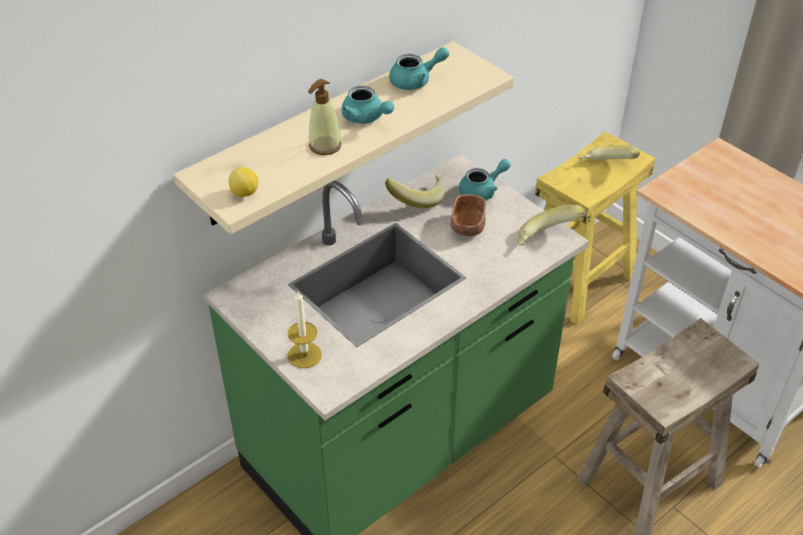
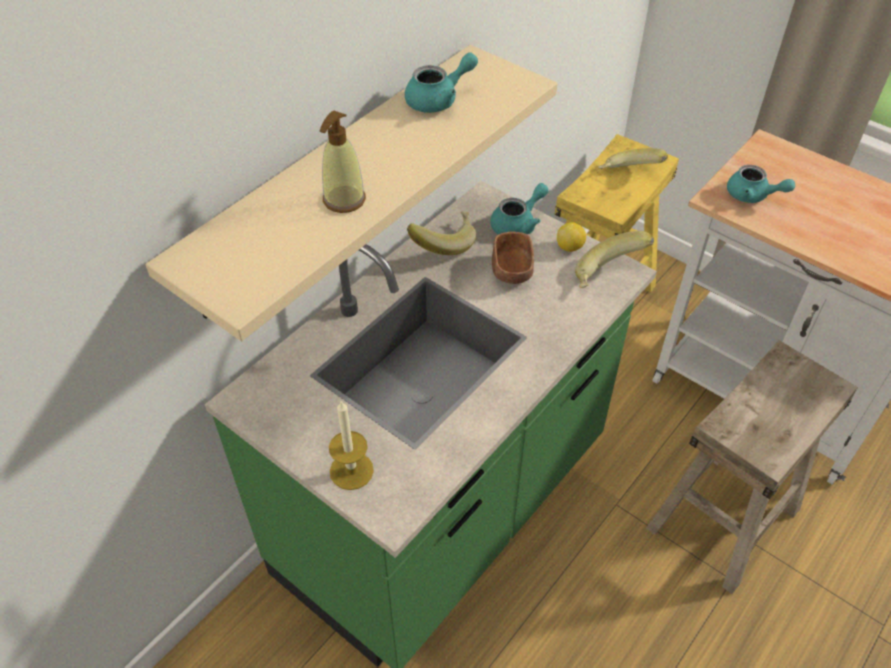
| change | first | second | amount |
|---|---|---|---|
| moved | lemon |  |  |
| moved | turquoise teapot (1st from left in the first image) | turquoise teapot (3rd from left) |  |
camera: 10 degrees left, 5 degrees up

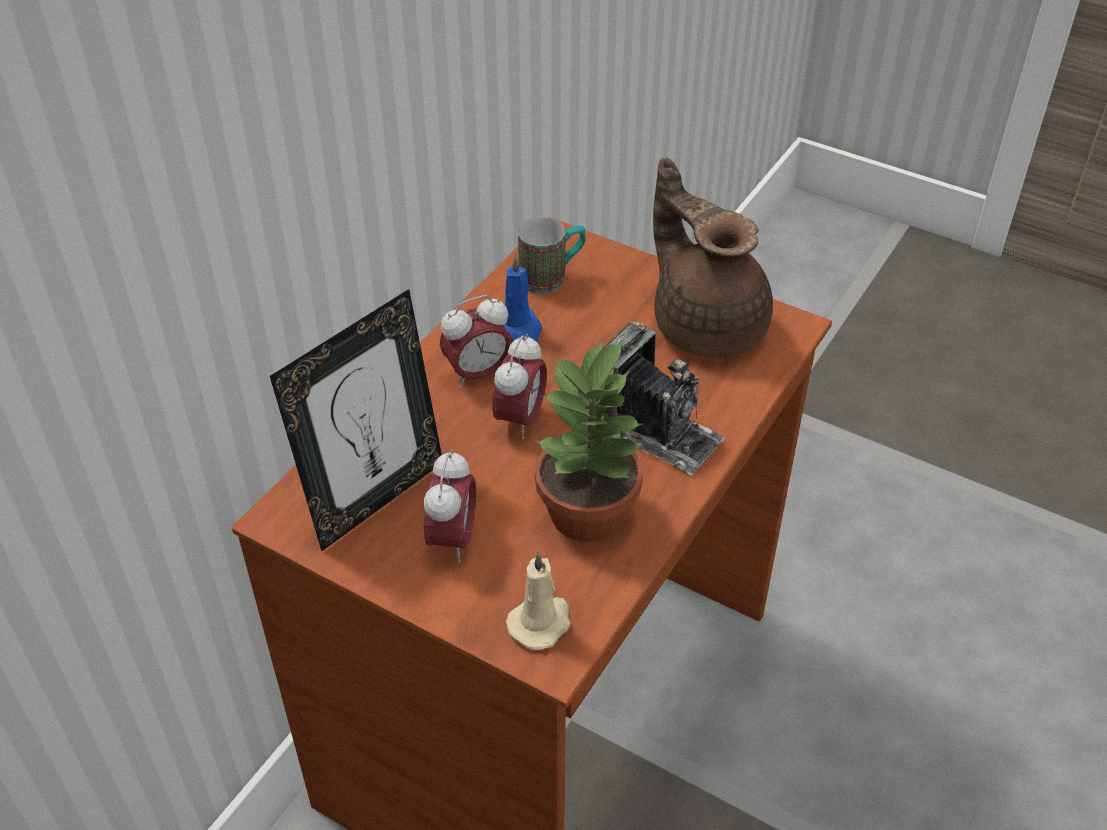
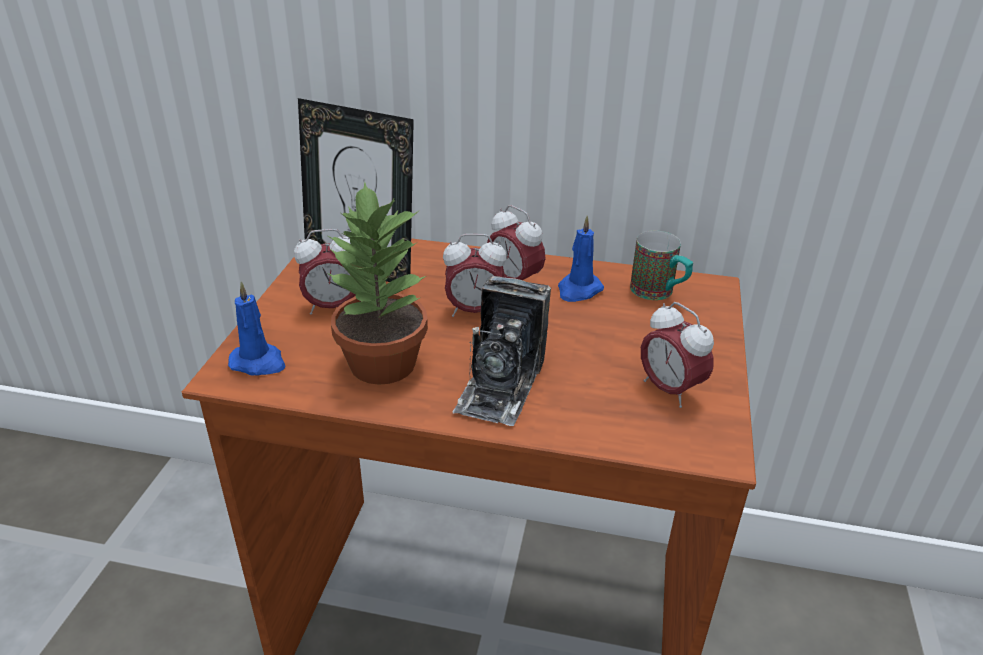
| change | first | second | amount |
|---|---|---|---|
| replaced | brown teapot | alarm clock (4th from left) |  |
| recoloured | beige candle | blue candle (1st from left) |  |
camera: 70 degrees right, 10 degrees down

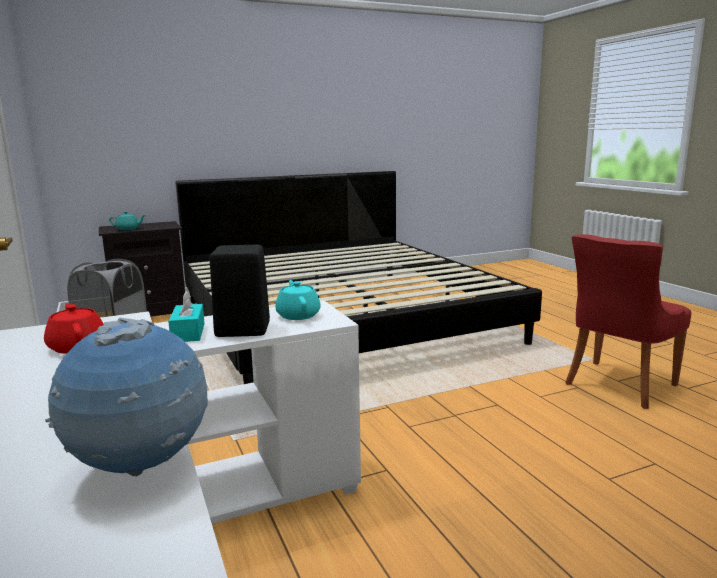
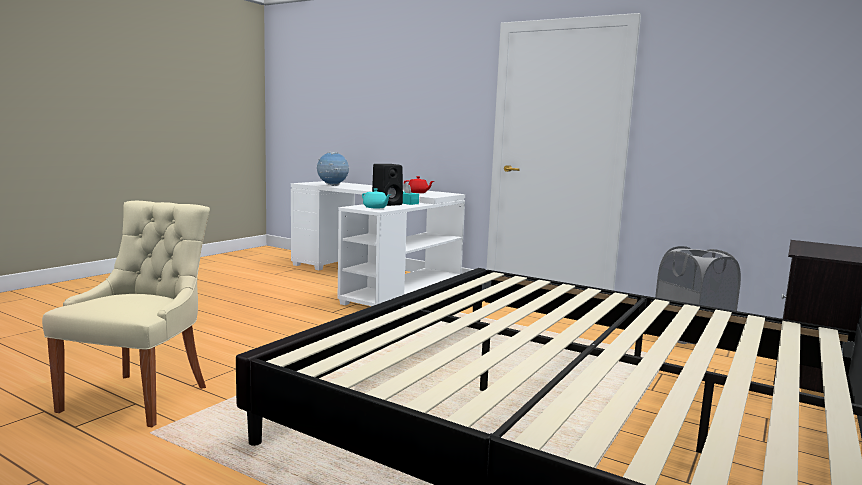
| change | first | second | amount |
|---|---|---|---|
| removed | turquoise teapot (1st from left) |  |  |
| recoloured | red chair | beige chair |  |
camera: 145 degrees right, 5 degrees down

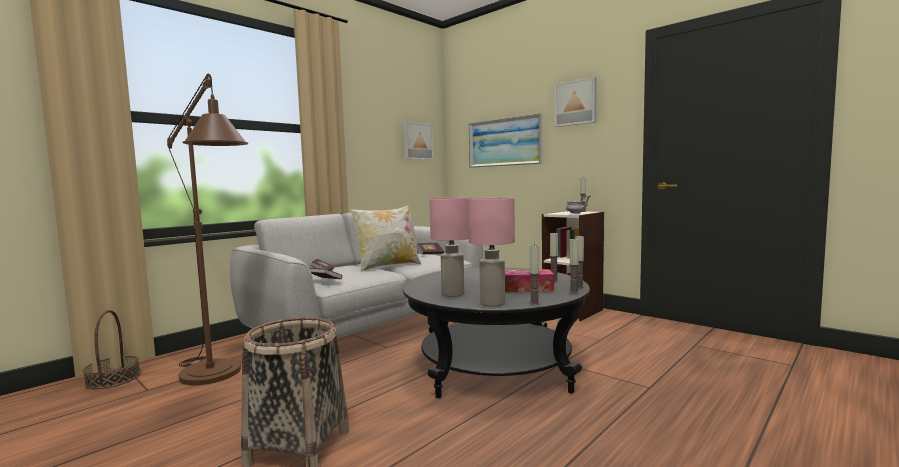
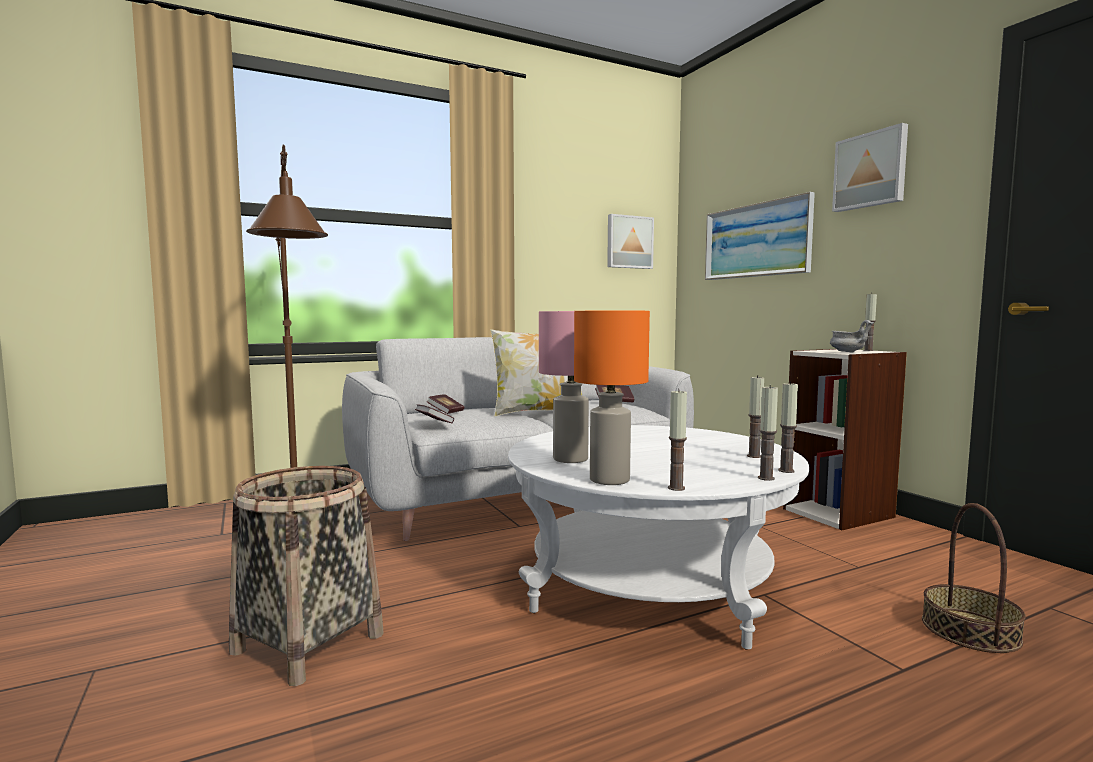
| change | first | second | amount |
|---|---|---|---|
| removed | tissue box |  |  |
| moved | basket (1st from left in the first image) | basket (2nd from left) |  |
| recoloured | black coffee table | white coffee table |  |
| recoloured | pink table lamp (2nd from left) | orange table lamp |  |
camera: 20 degrees right, 0 degrees up

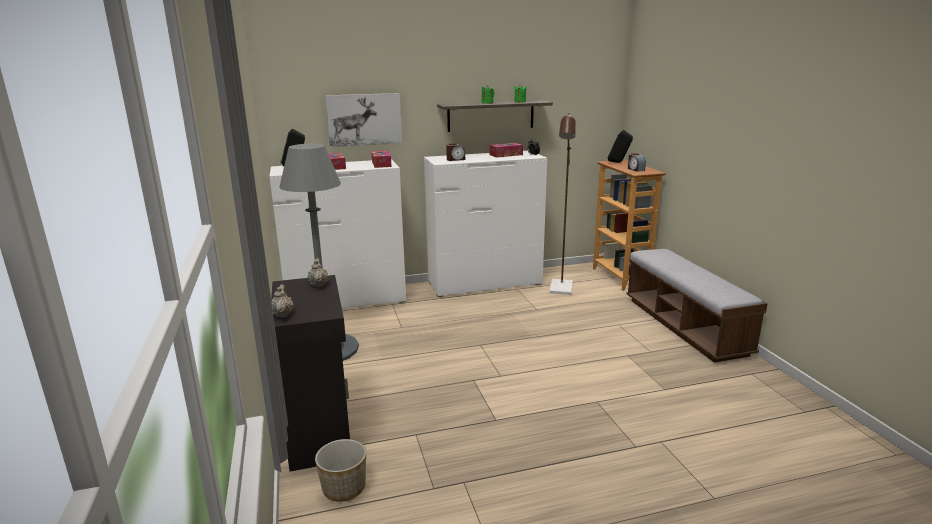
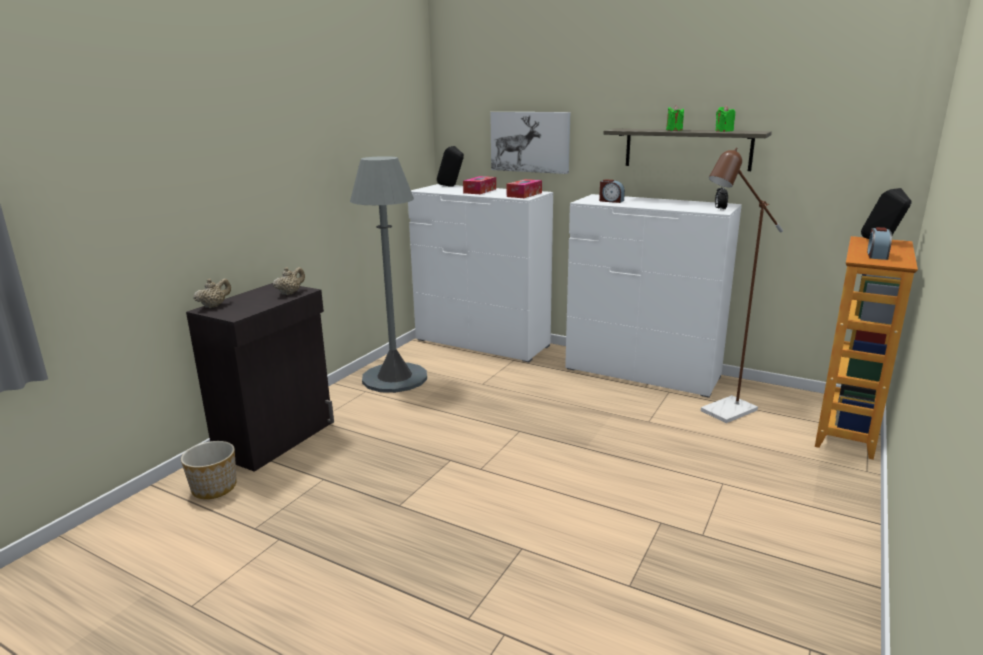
| change | first | second | amount |
|---|---|---|---|
| removed | tissue box (3rd from left) |  |  |
| removed | bench |  |  |
camera: 45 degrees right, 0 degrees up

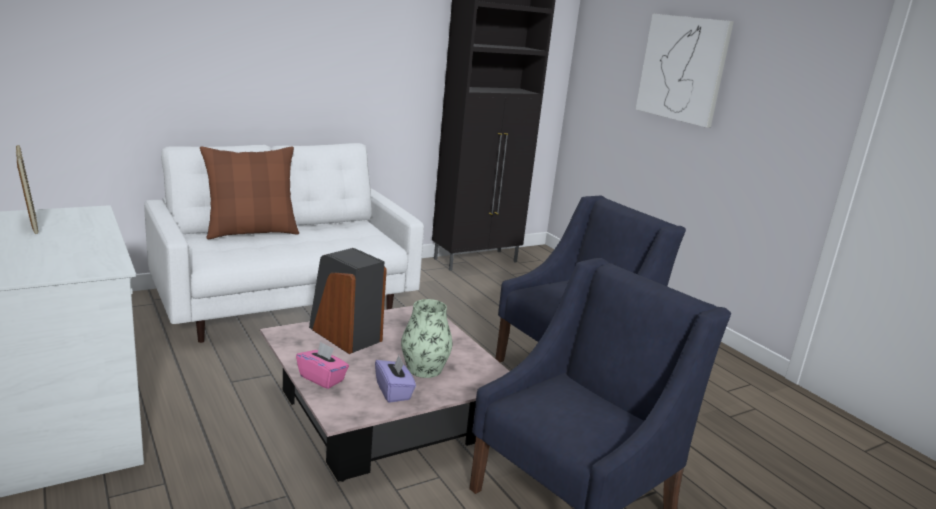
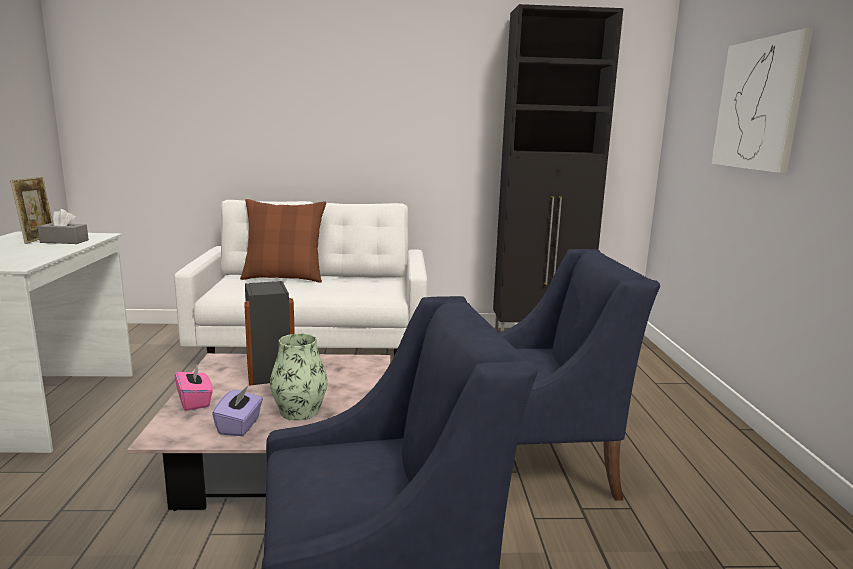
| change | first | second | amount |
|---|---|---|---|
| added |  | grey tissue box |  |
camera: 30 degrees right, 5 degrees down

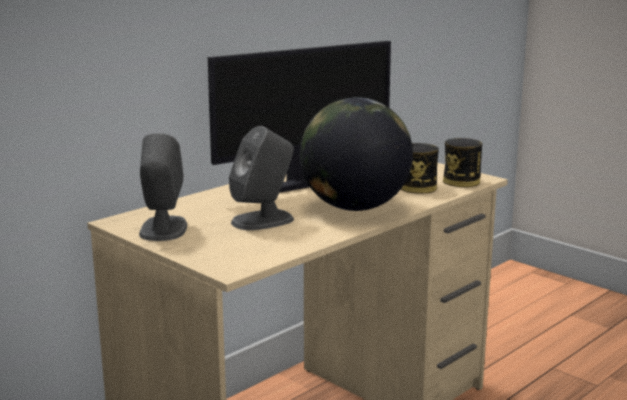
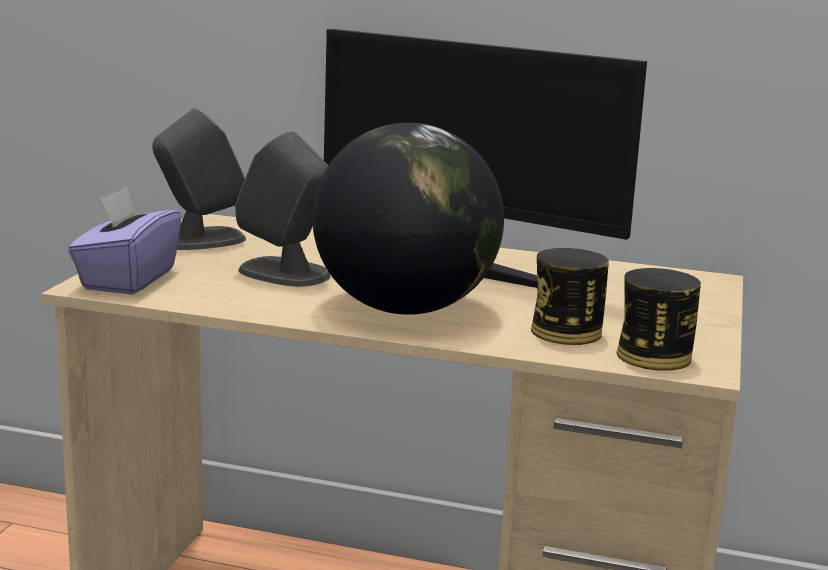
| change | first | second | amount |
|---|---|---|---|
| added |  | purple tissue box |  |
camera: 60 degrees right, 0 degrees up

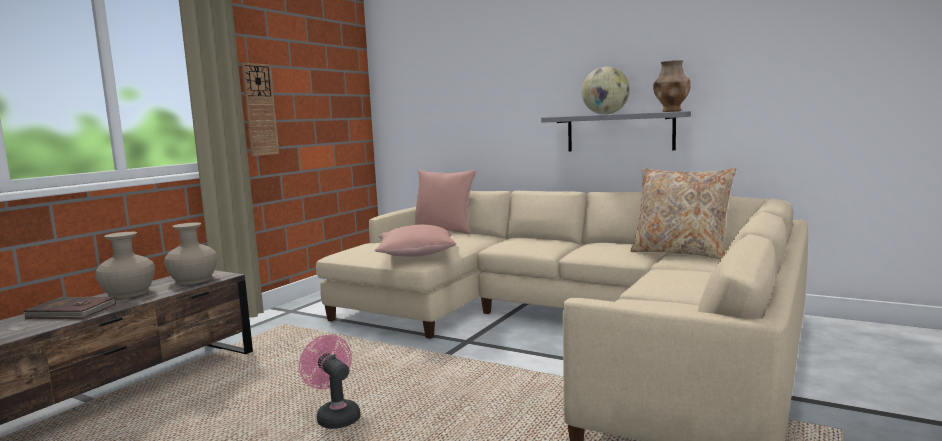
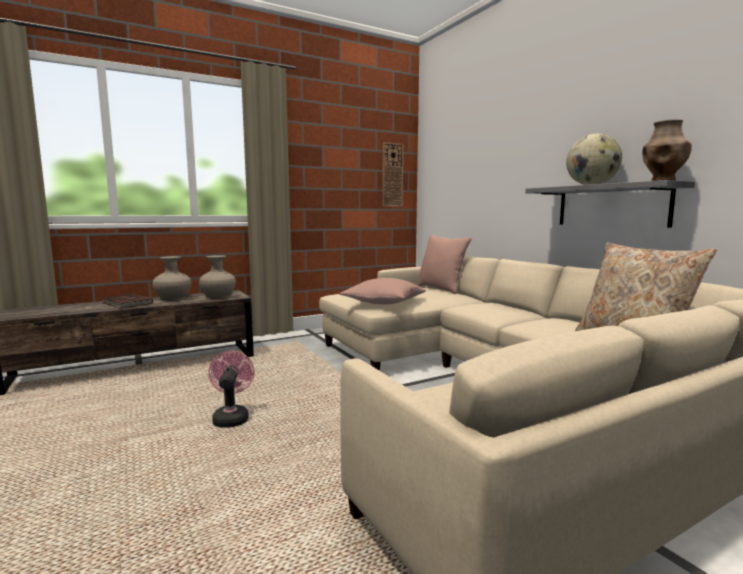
| change | first | second | amount |
|---|---|---|---|
| moved | wall clock |  |  |
camera: 30 degrees right, 0 degrees up

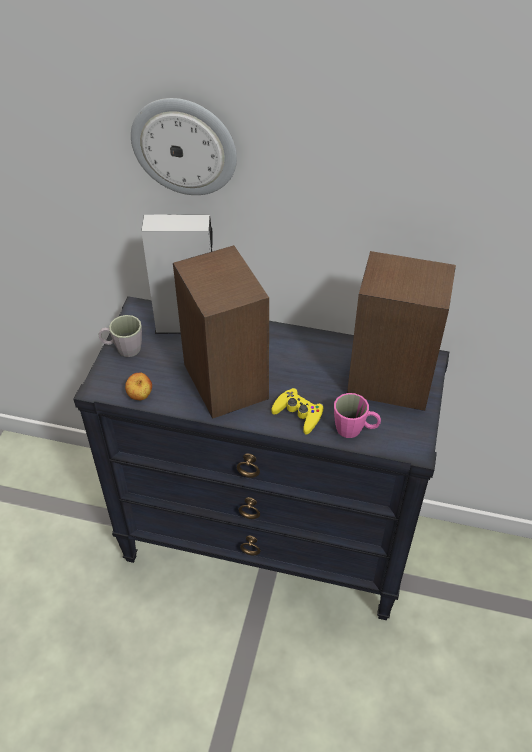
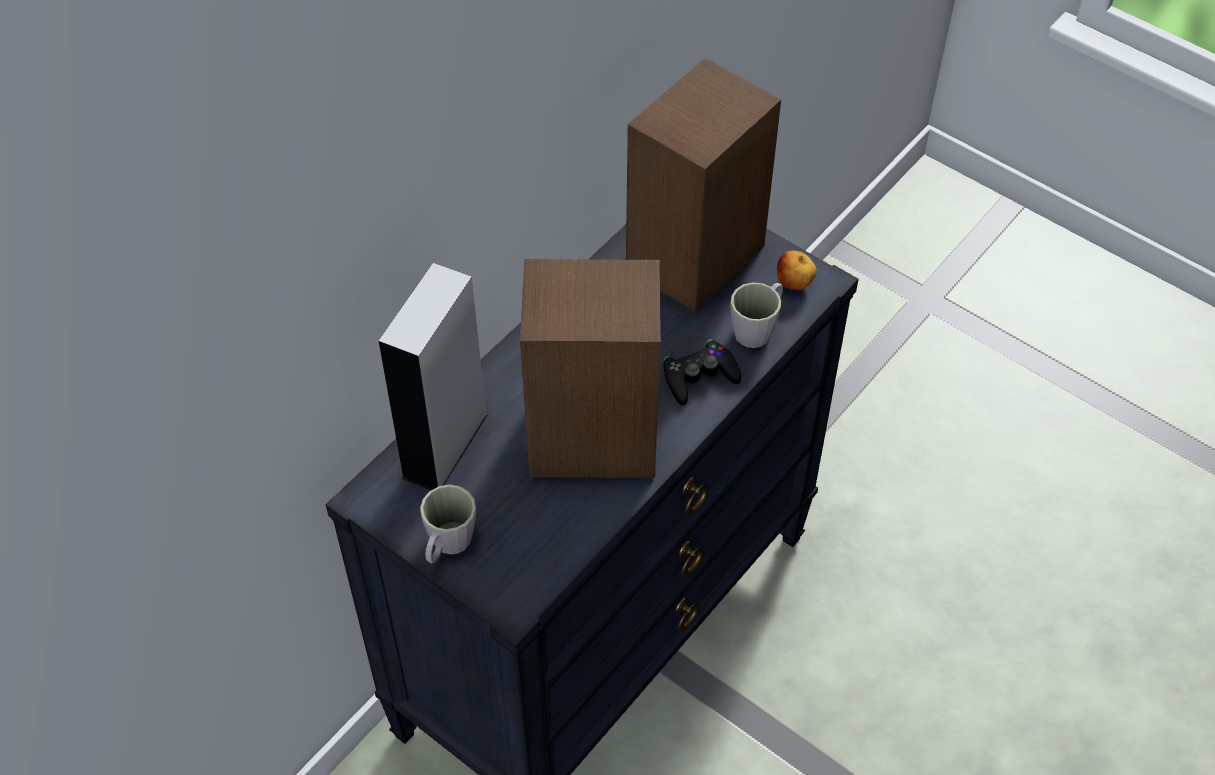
| change | first | second | amount |
|---|---|---|---|
| removed | wall clock |  |  |
| moved | apple |  |  |
| recoloured | yellow game controller | black game controller |  |
| recoloured | pink mug | grey mug (2nd from left) |  |
camera: 65 degrees left, 5 degrees up

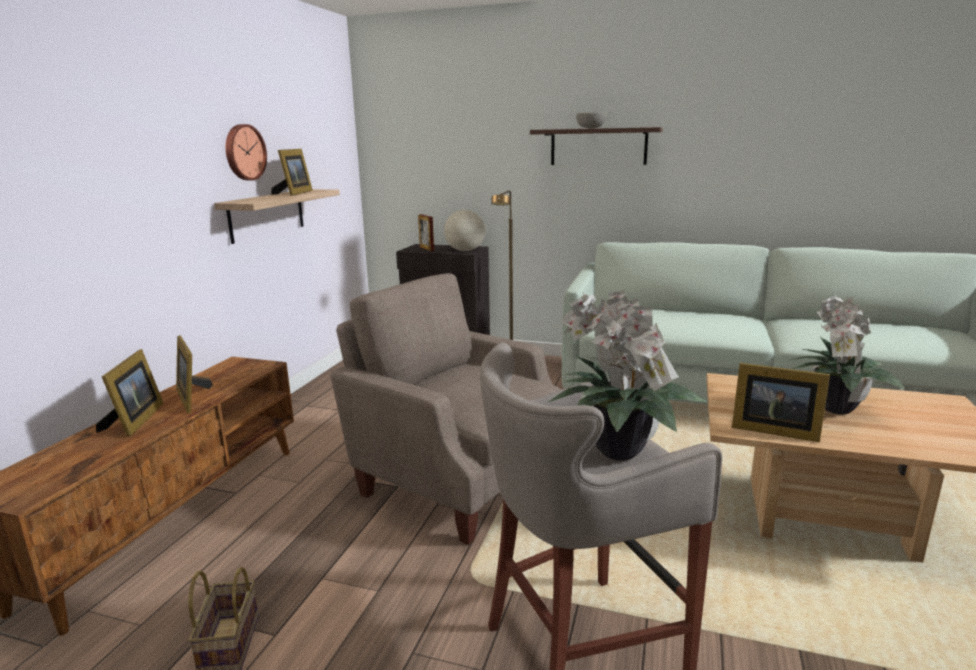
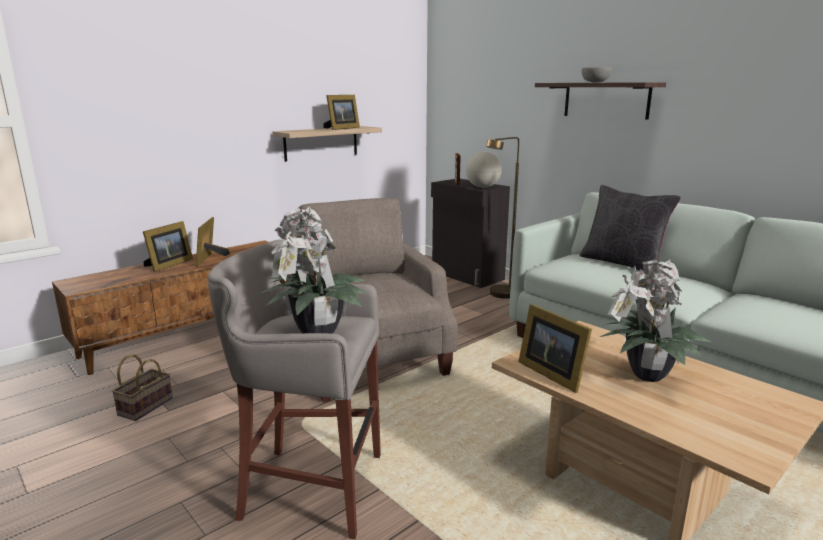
| change | first | second | amount |
|---|---|---|---|
| removed | wall clock |  |  |
| added |  | black pillow |  |
camera: 30 degrees right, 0 degrees up

